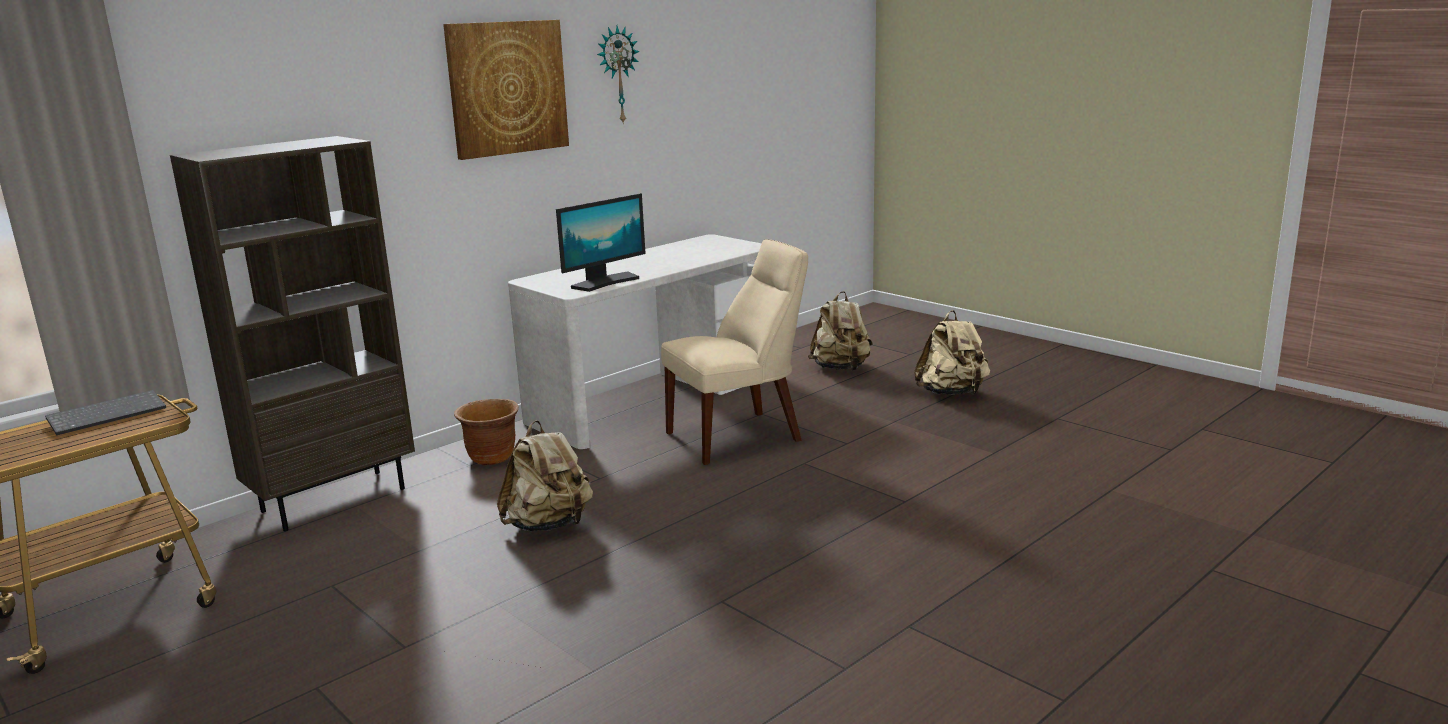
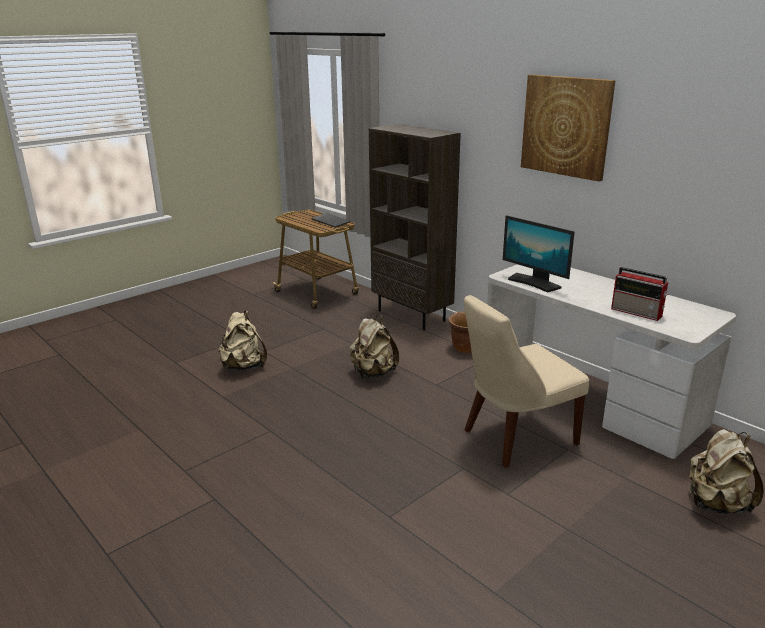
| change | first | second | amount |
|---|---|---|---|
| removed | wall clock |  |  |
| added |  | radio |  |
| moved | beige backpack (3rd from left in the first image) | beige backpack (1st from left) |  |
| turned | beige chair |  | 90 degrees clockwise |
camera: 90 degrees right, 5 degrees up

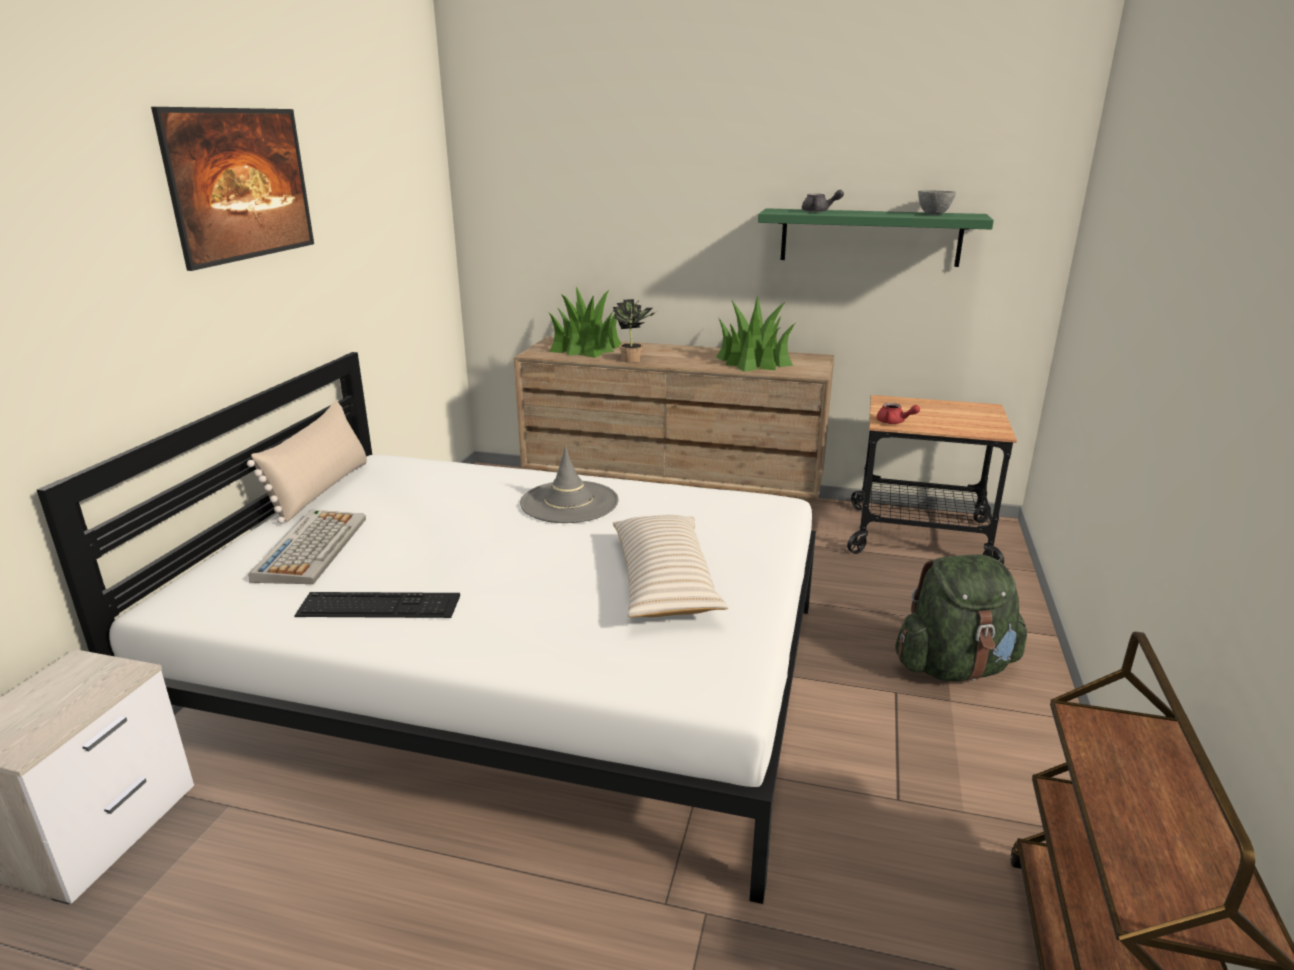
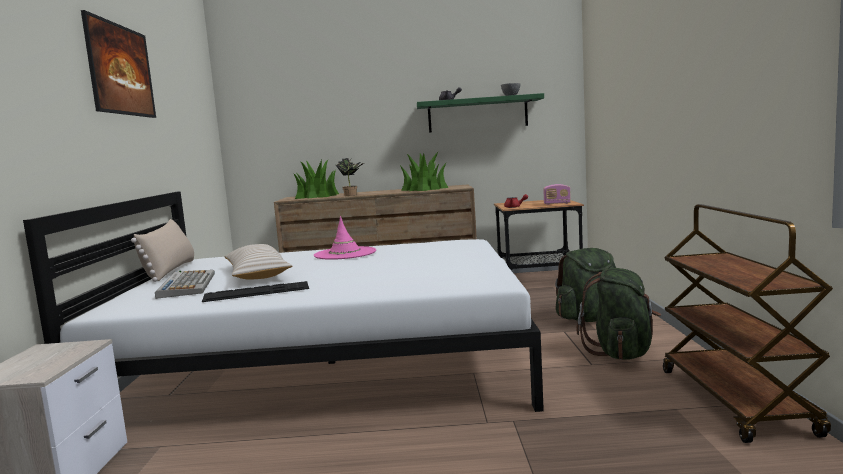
| change | first | second | amount |
|---|---|---|---|
| added |  | radio |  |
| added |  | green backpack (2nd from left) |  |
| moved | beige pillow (2nd from left) |  |  |
| recoloured | grey hat | pink hat |  |
camera: 15 degrees left, 15 degrees down

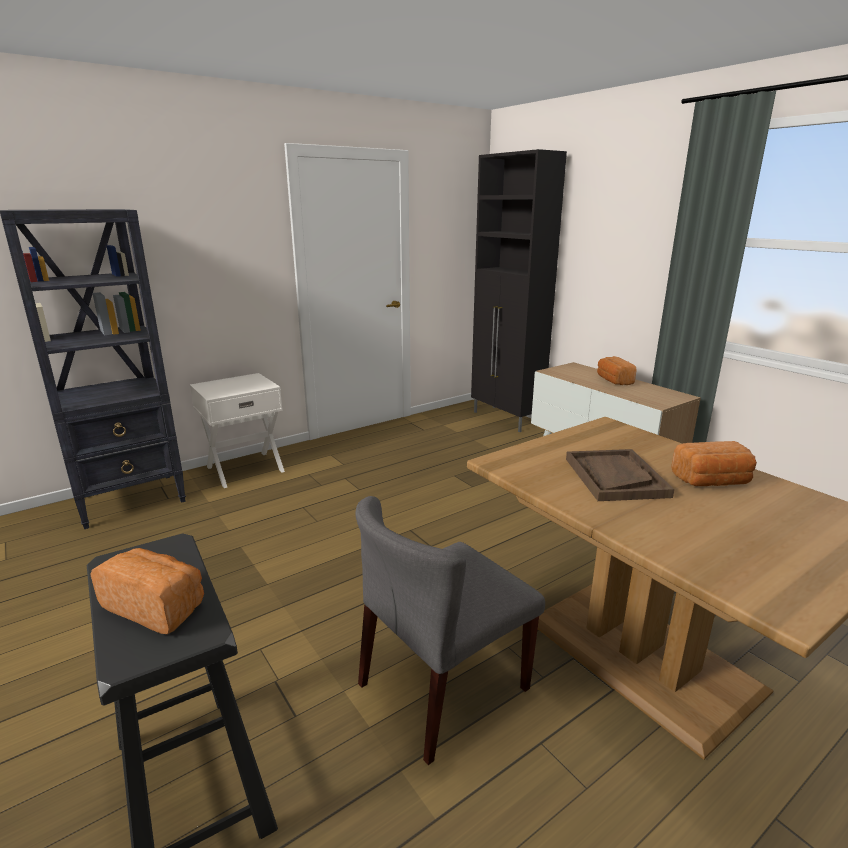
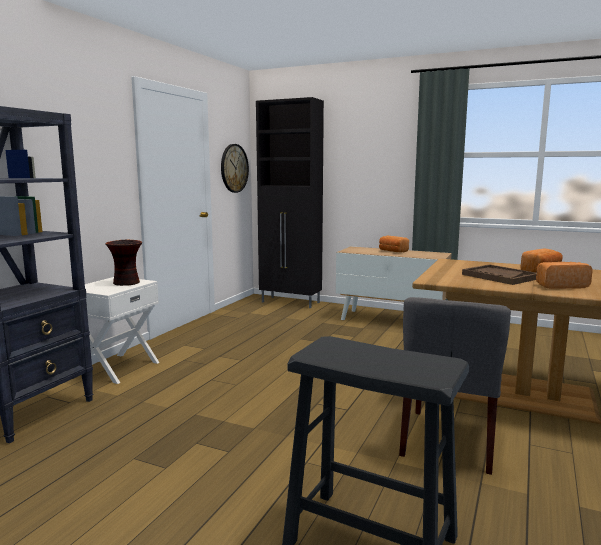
| change | first | second | amount |
|---|---|---|---|
| added |  | vase |  |
| added |  | wall clock |  |
| moved | bread (1st from left in the first image) | bread (3rd from left) |  |
camera: 30 degrees left, 10 degrees down

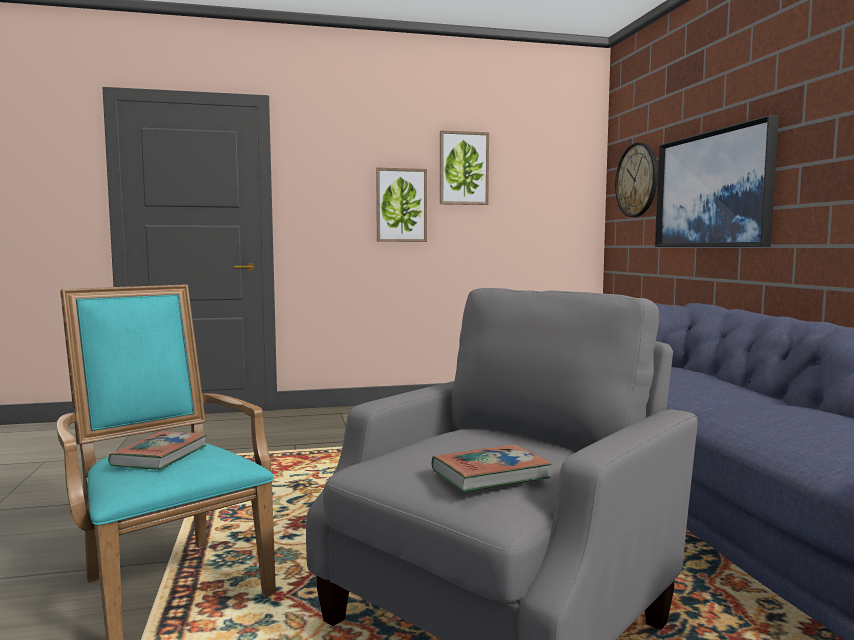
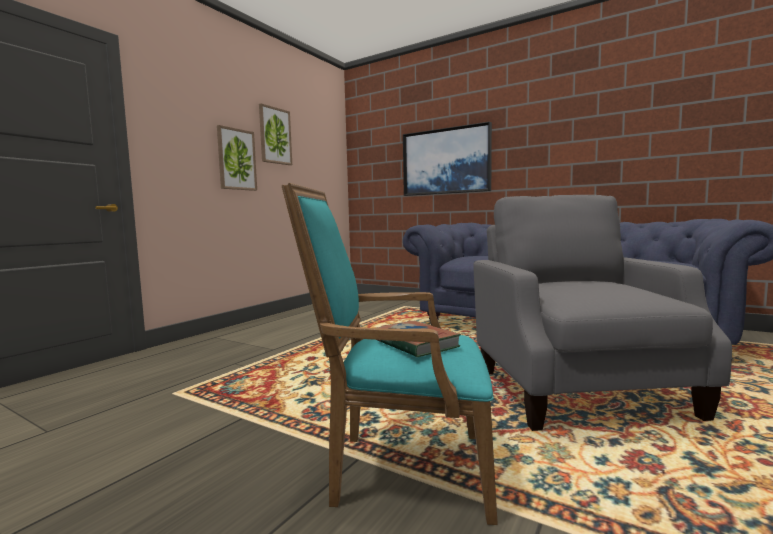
| change | first | second | amount |
|---|---|---|---|
| removed | book (2nd from left) |  |  |
| removed | wall clock |  |  |
camera: 45 degrees left, 0 degrees up

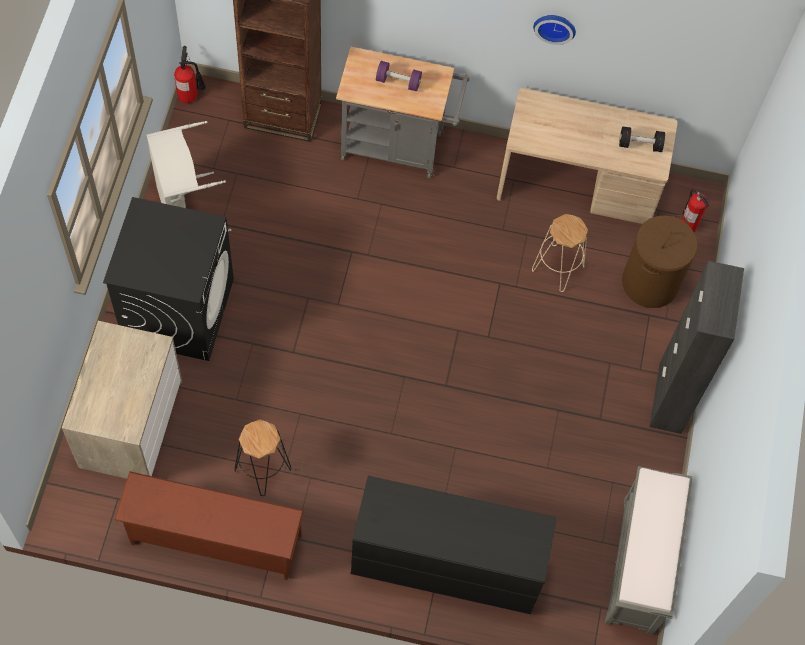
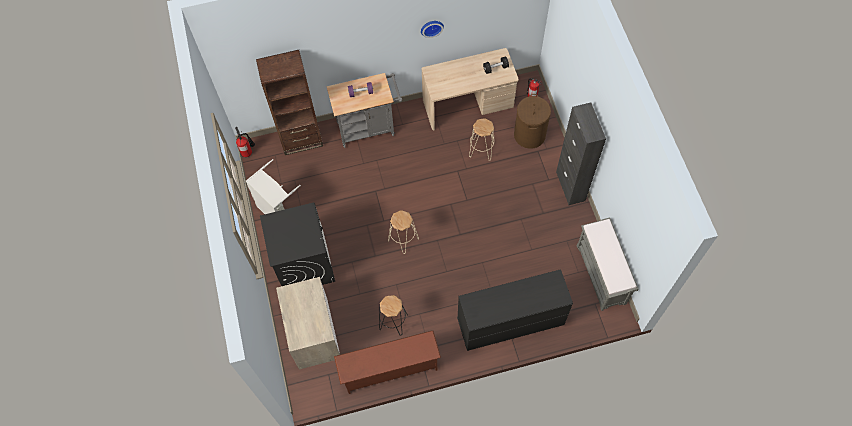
| change | first | second | amount |
|---|---|---|---|
| added |  | beige stool (1st from left) |  |
camera: 20 degrees left, 0 degrees up

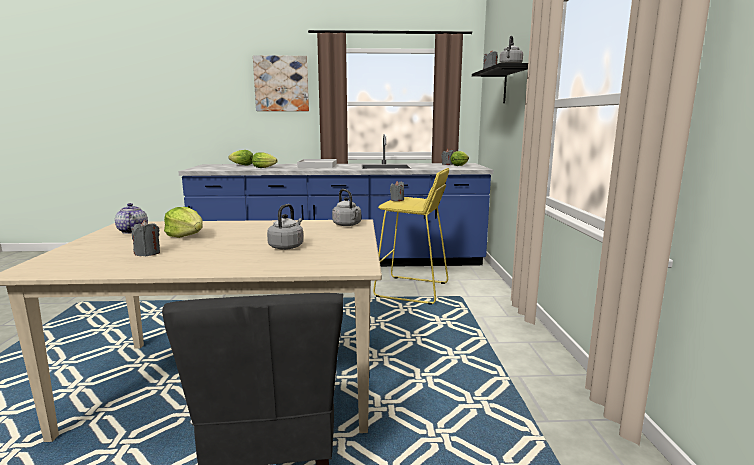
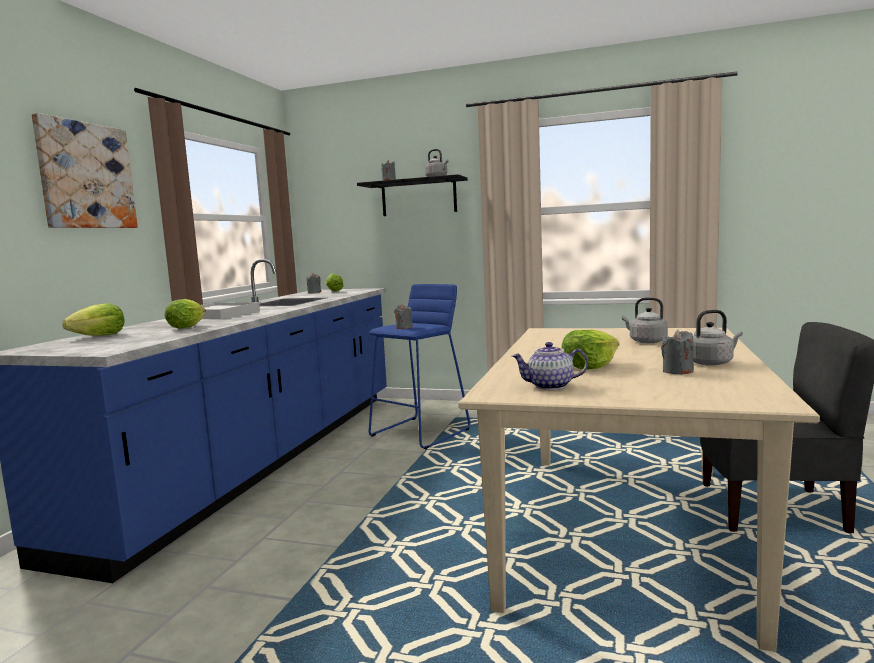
| change | first | second | amount |
|---|---|---|---|
| moved | grey kettle (2nd from left in the first image) | grey kettle (3rd from left) |  |
| recoloured | yellow stool | blue stool |  |
camera: 70 degrees left, 5 degrees down

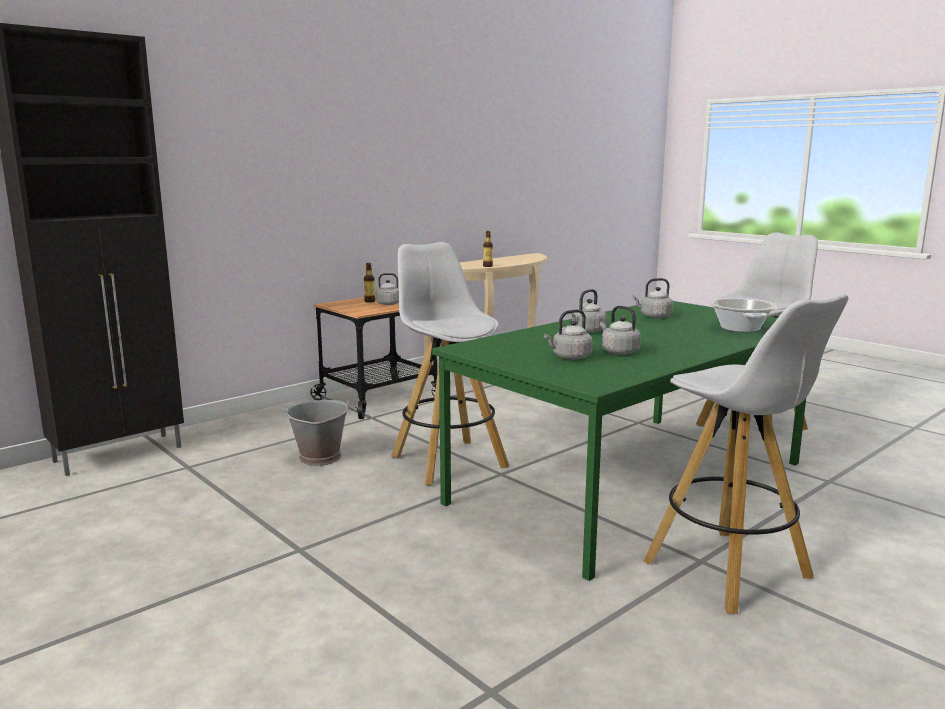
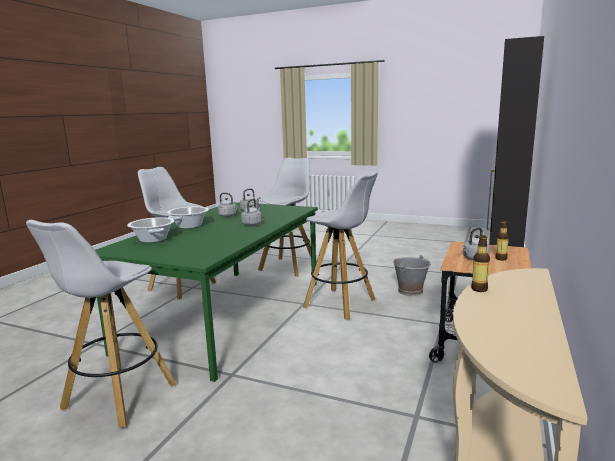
| change | first | second | amount |
|---|---|---|---|
| removed | grey kettle (5th from left) |  |  |
| added |  | cooking pot (2nd from left) |  |
| added |  | white stool (3rd from left) |  |
camera: 155 degrees right, 0 degrees up

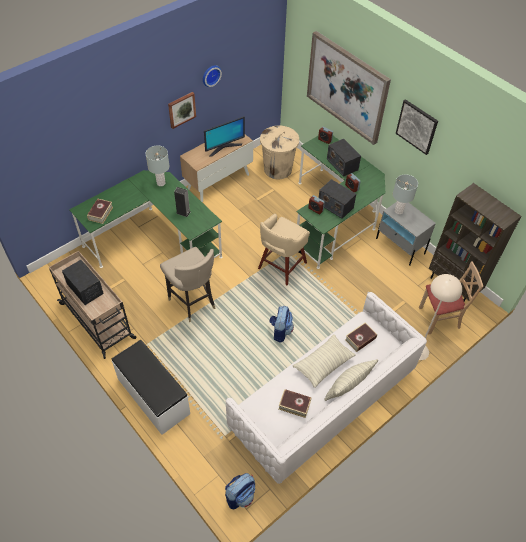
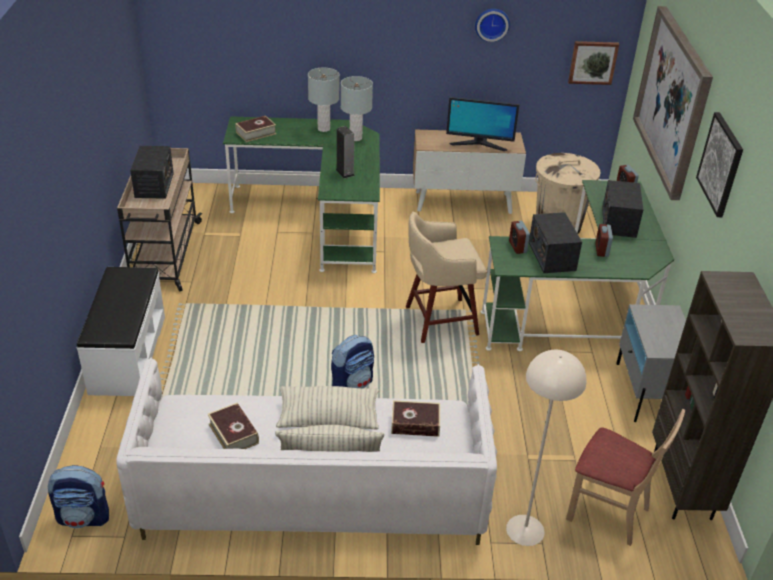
| change | first | second | amount |
|---|---|---|---|
| removed | beige stool (1st from left) |  |  |
| moved | picture (1st from left) |  |  |
| moved | grey table lamp (2nd from left in the first image) | grey table lamp (1st from left) |  |
camera: 40 degrees right, 15 degrees down

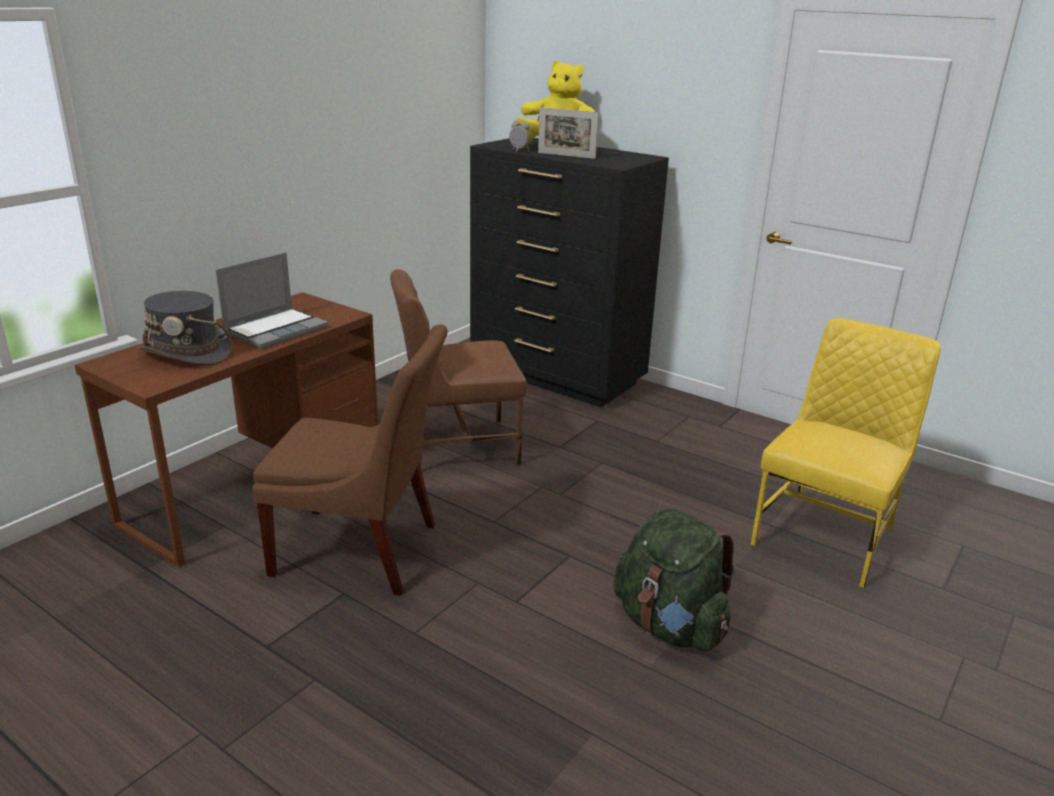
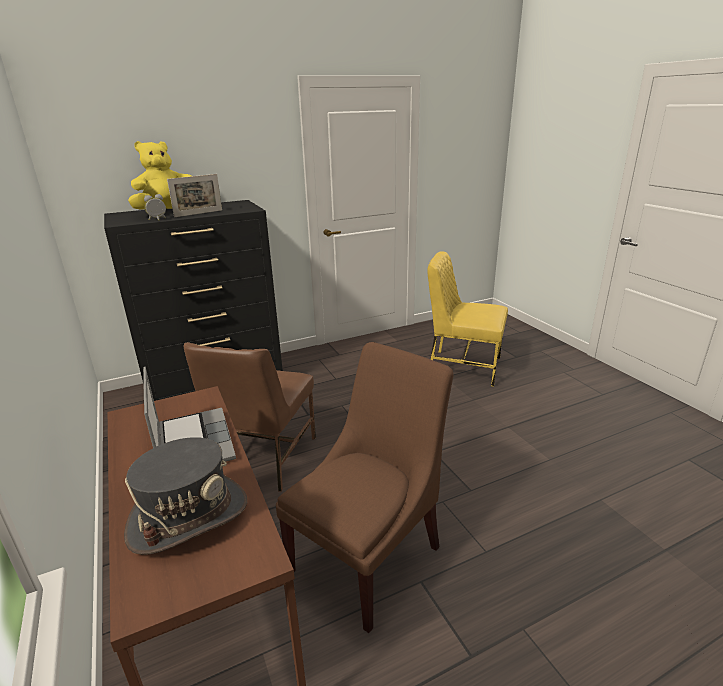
| change | first | second | amount |
|---|---|---|---|
| removed | green backpack |  |  |
| turned | yellow chair |  | 45 degrees counterclockwise |
camera: 60 degrees left, 0 degrees up

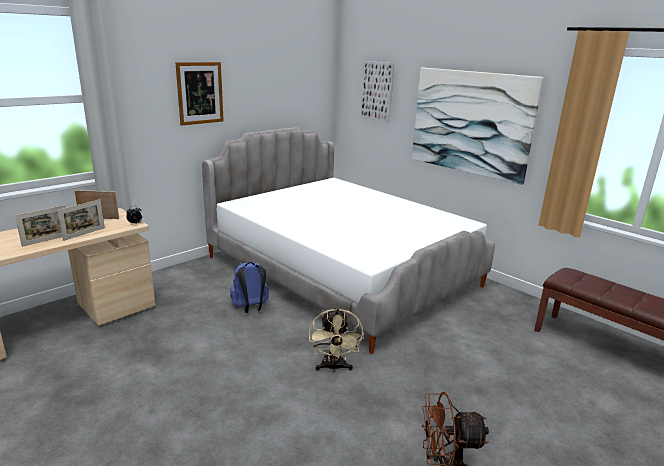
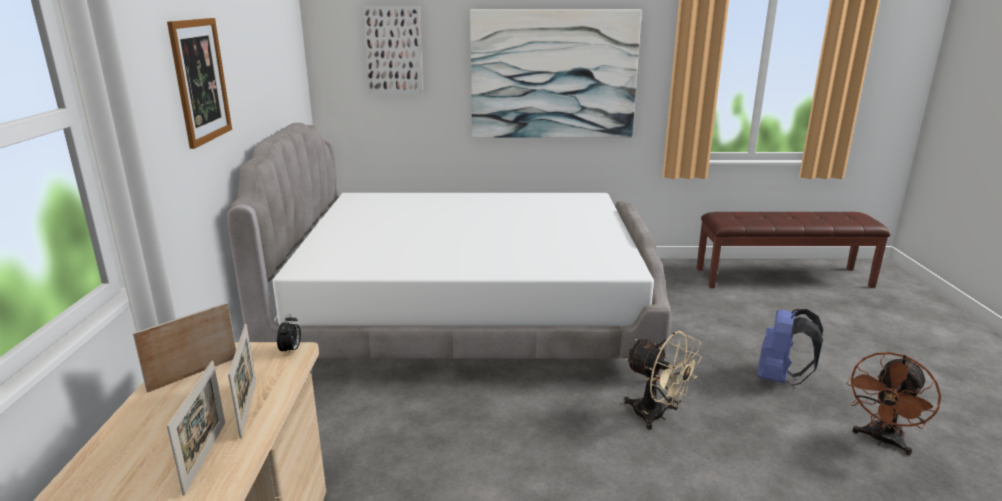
| change | first | second | amount |
|---|---|---|---|
| moved | blue backpack |  |  |
camera: 45 degrees left, 0 degrees up

